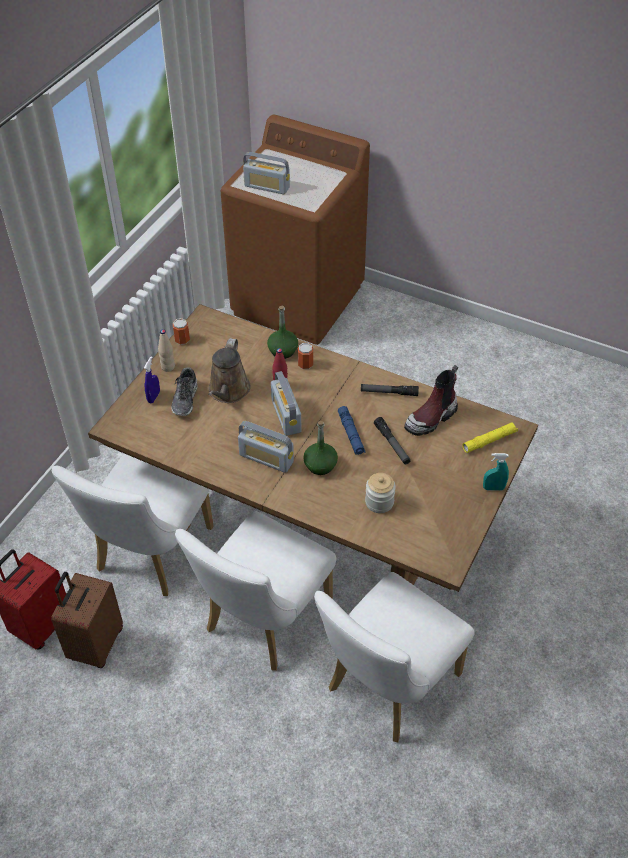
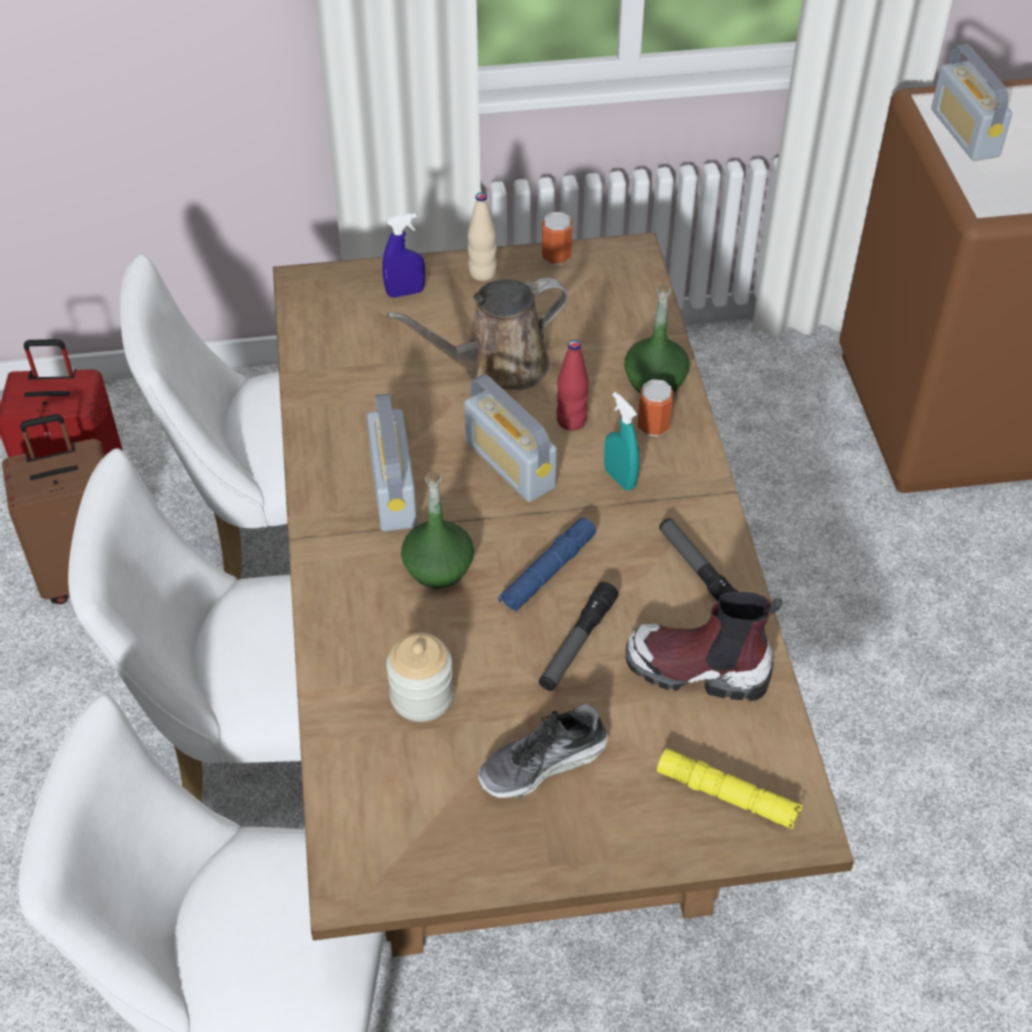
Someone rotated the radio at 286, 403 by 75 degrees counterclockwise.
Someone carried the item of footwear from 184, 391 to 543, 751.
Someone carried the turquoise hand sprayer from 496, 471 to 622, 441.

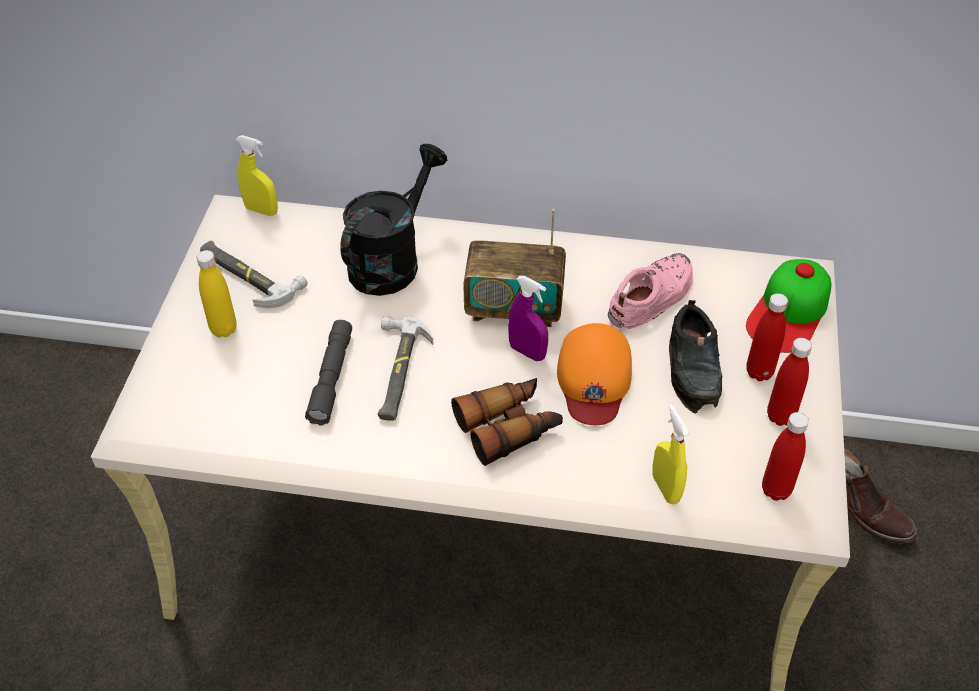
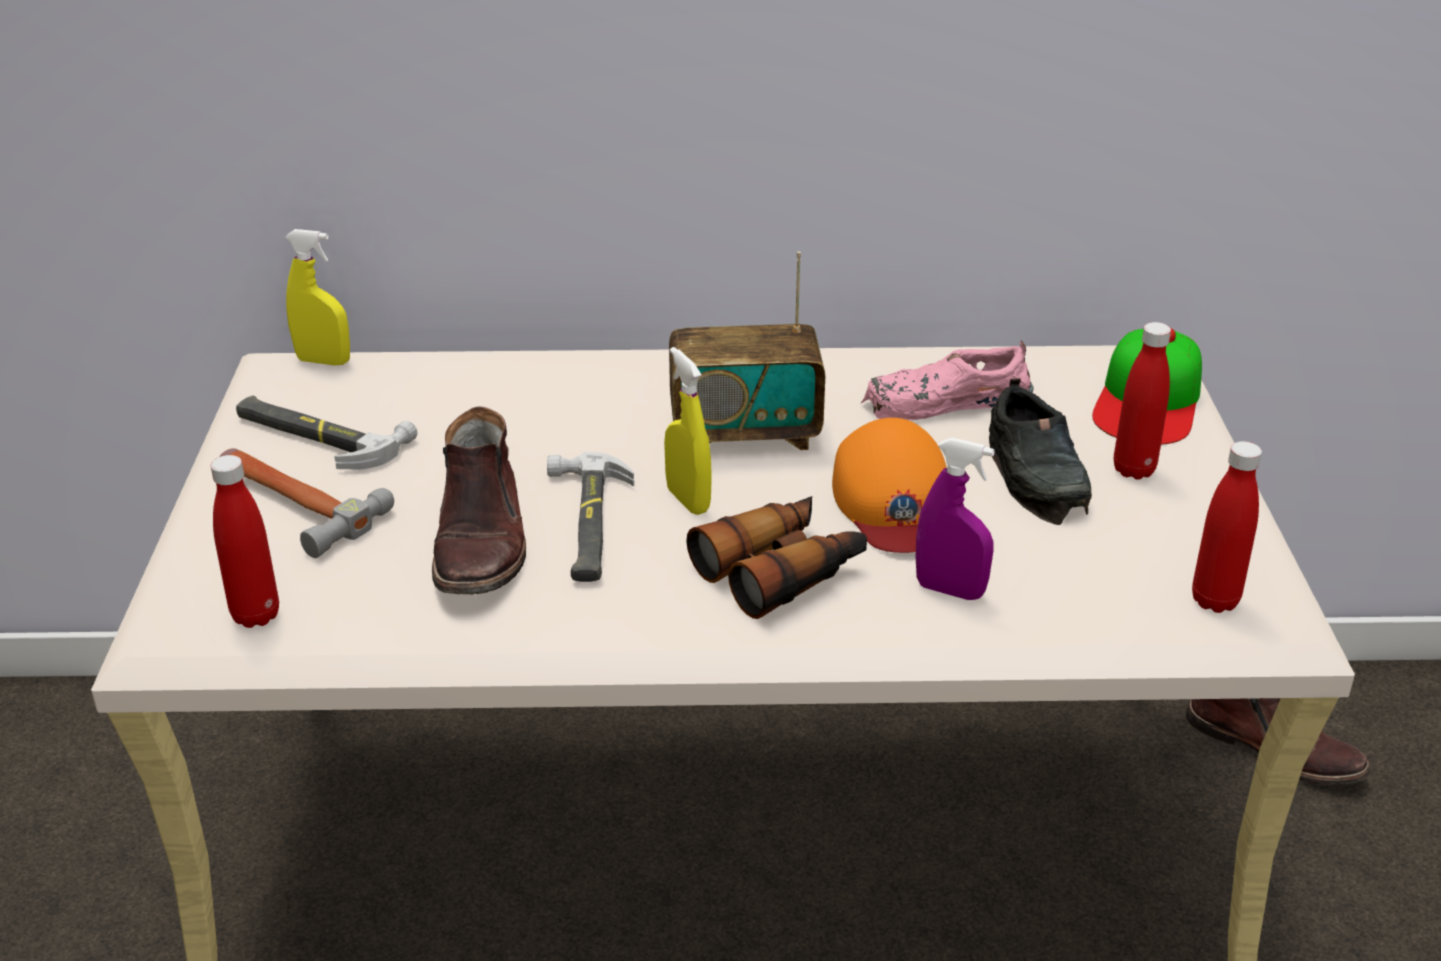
Someone carried the red bottle from 789, 382 to 244, 541.
Someone swapped the yellow bottle at 217, 294 for the hammer at 306, 503.
Someone swapped the gray torch at 328, 372 for the brown-coloured boot at 479, 500.
Someone carried the yellow hand sprayer from 670, 454 to 688, 431.
Someone rotated the pink item of footwear at 650, 291 by 135 degrees counterclockwise.
Someone carried the purple hand sprayer from 528, 318 to 955, 519.
Someone took away the black watering can at 393, 220.

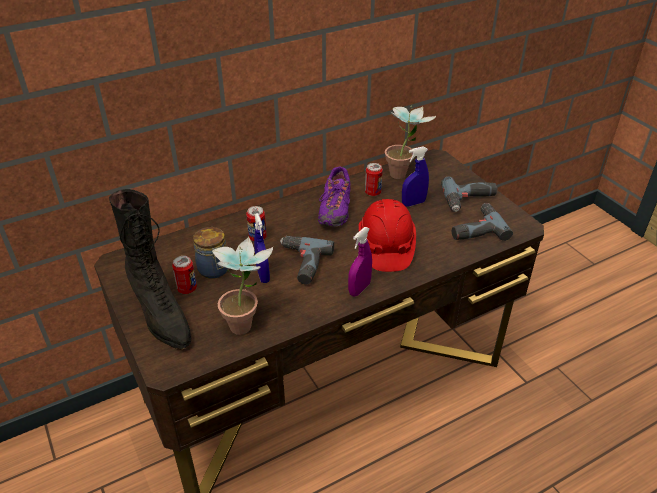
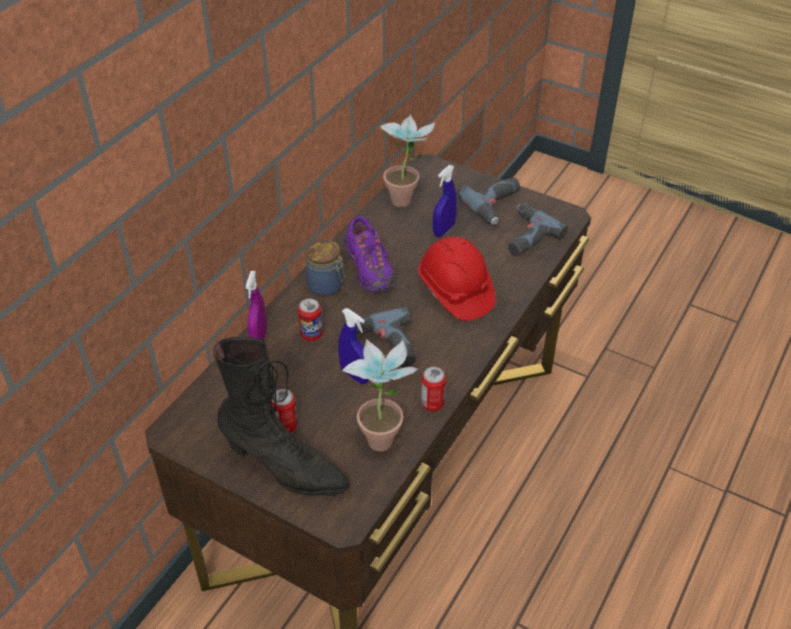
Someone carried the purple hand sprayer from 360, 262 to 256, 306.
Someone carried the jar from 210, 253 to 325, 268.
Someone carried the can from 374, 179 to 433, 389.

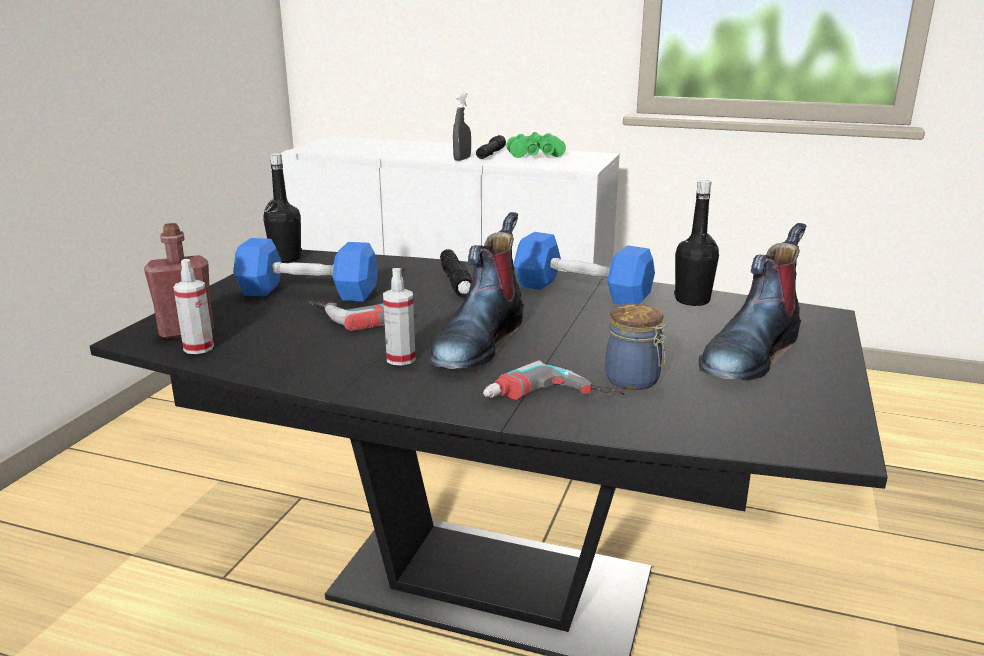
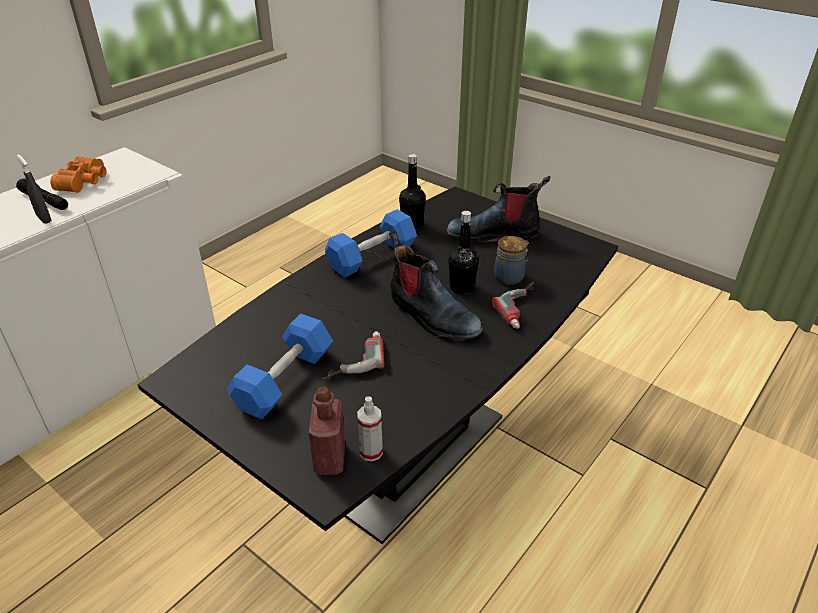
Someone repainted the greenish field glasses at 536, 145, which became the orange-coloured field glasses at 78, 175.
Someone rotated the boot at 752, 302 by 120 degrees clockwise.
Someone carried the black bottle from 282, 207 to 463, 252.
Someone took away the hand sprayer at 399, 317.
Someone took away the black torch at 456, 273.

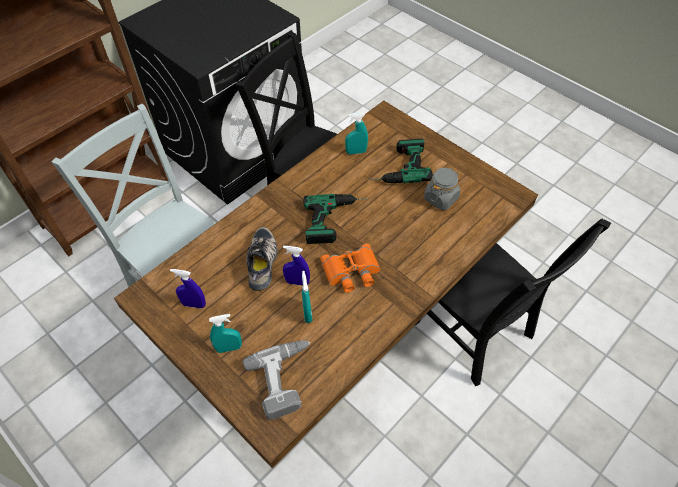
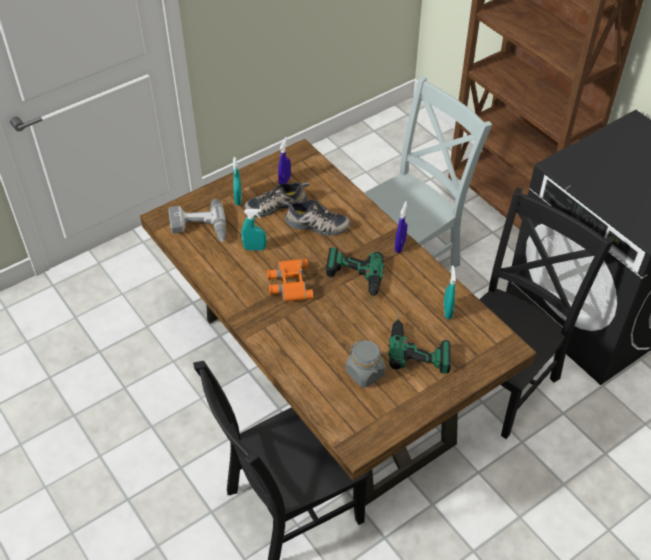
Someone put down the item of footwear at 276, 199.
Someone carried the blue hand sprayer from 296, 266 to 401, 227.

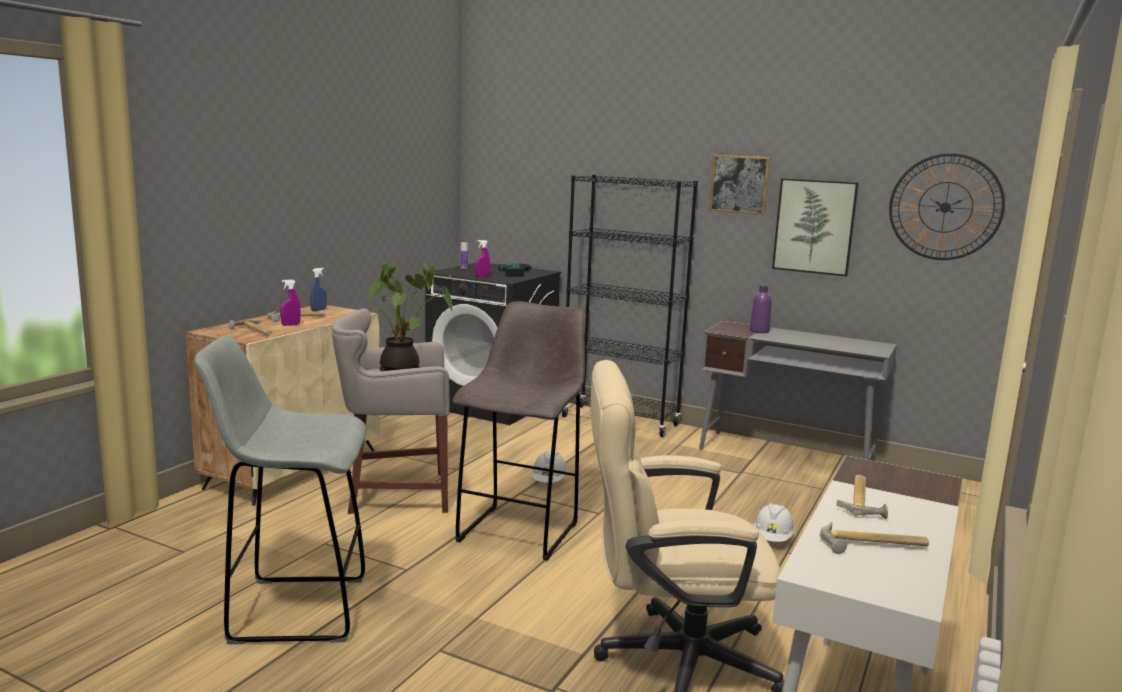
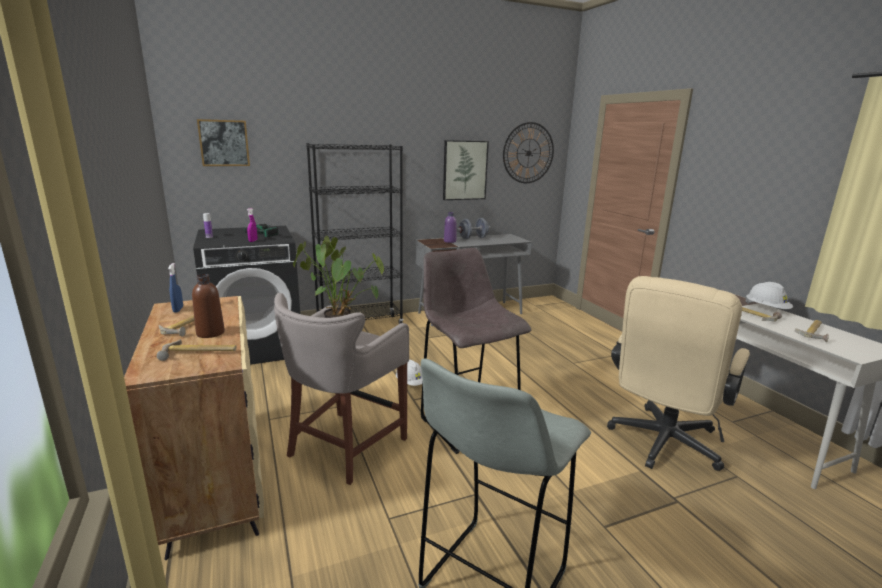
Someone swapped the purple hand sprayer at 290, 302 for the brown-coloured bottle at 208, 306.
Someone carried the wall art from 739, 185 to 223, 142.
Someone put down the gray hand weight at 473, 228.
Someone carried the whitish safety helmet from 774, 522 to 769, 295.

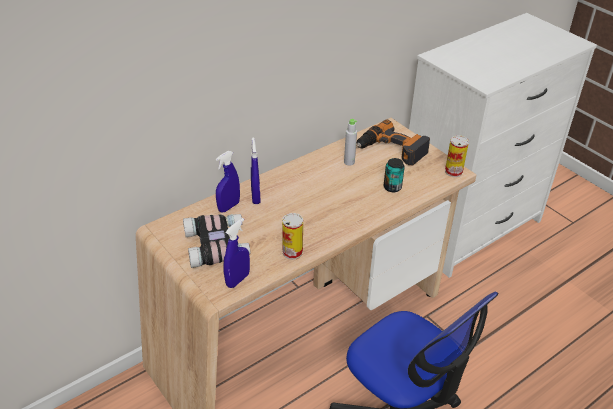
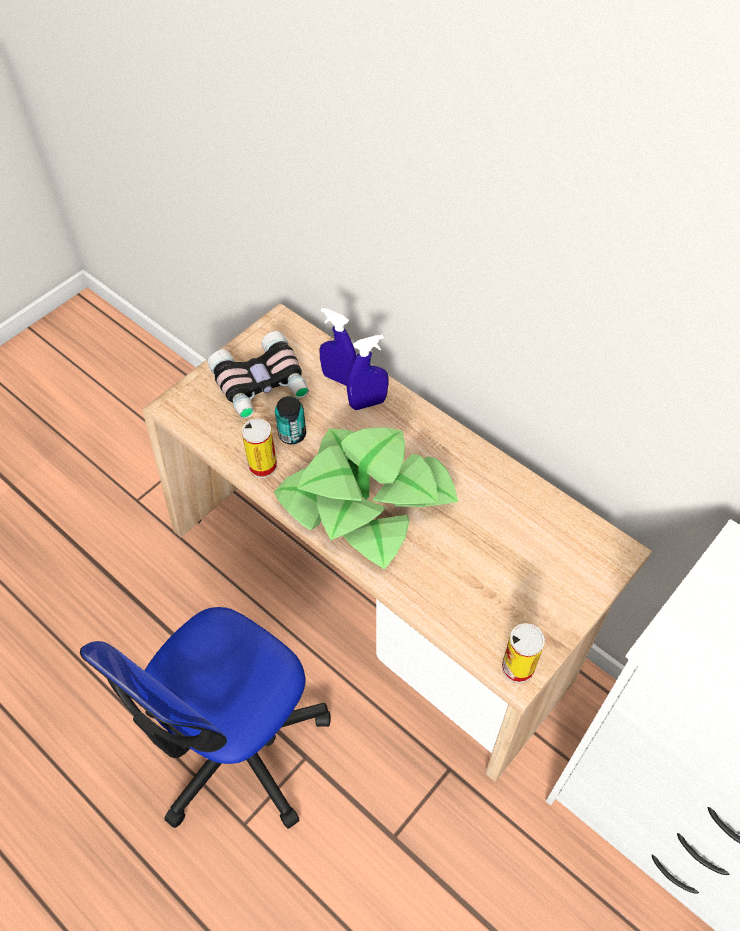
Someone put down the plant in a pot at 366, 498.
Someone carried the can from 394, 175 to 290, 420.
Someone took away the blue hand sprayer at 236, 253.
Someone took away the gray bottle at 350, 142.
Someone took away the power drill at 393, 142.

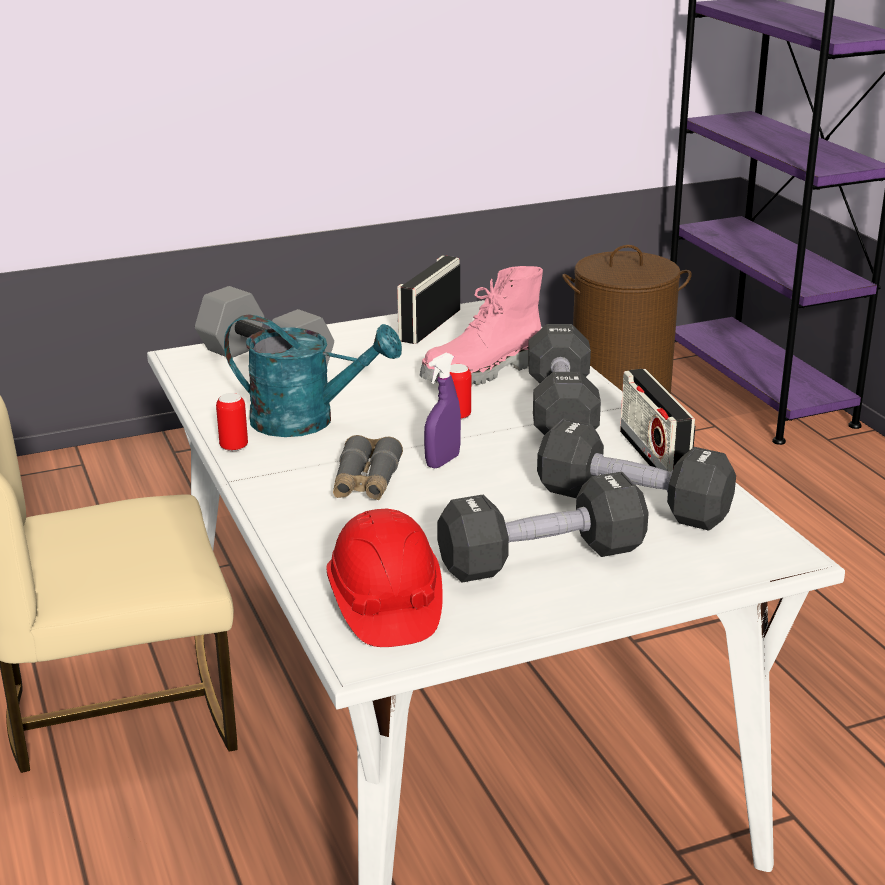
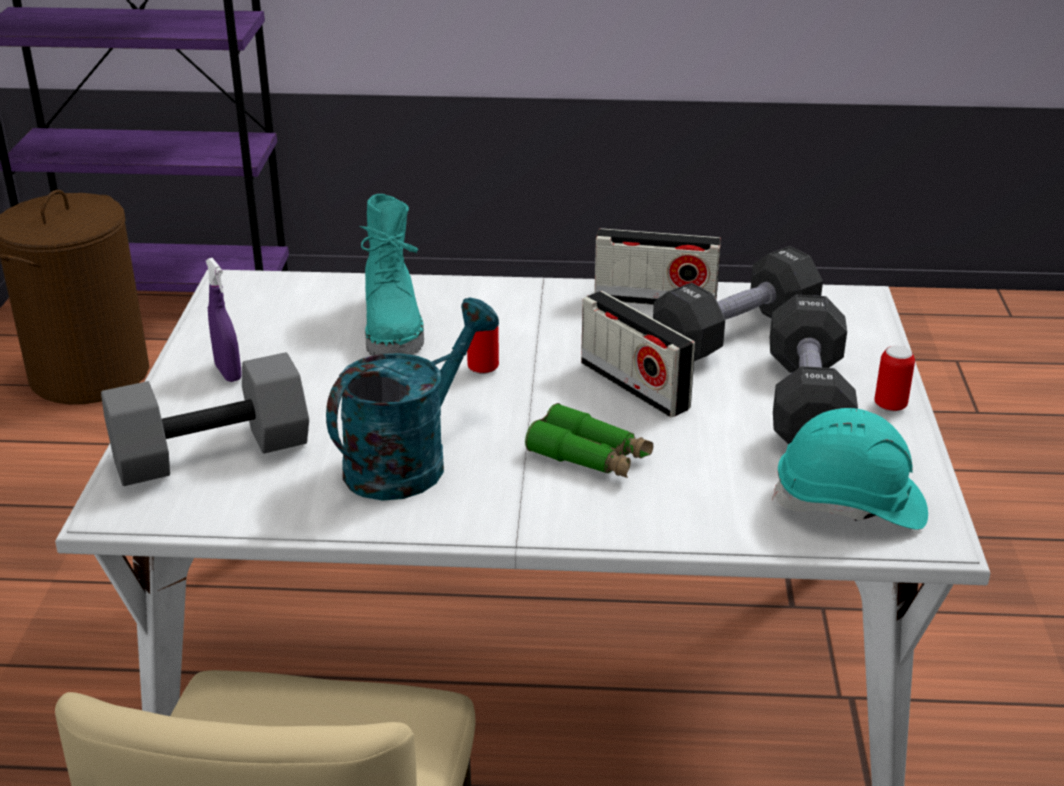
Someone carried the purple hand sprayer from 442, 410 to 224, 320.
Someone repainted the pink boot at 481, 326, which became the turquoise boot at 392, 275.
Someone repainted the gray field glasses at 368, 467, which became the greenish field glasses at 589, 440.
Someone carried the radio from 428, 299 to 638, 354.
Someone repainted the red safety helmet at 385, 578, which became the turquoise safety helmet at 850, 469.
Someone carried the can from 232, 422 to 895, 379.
Someone took away the black hand weight at 564, 379.

